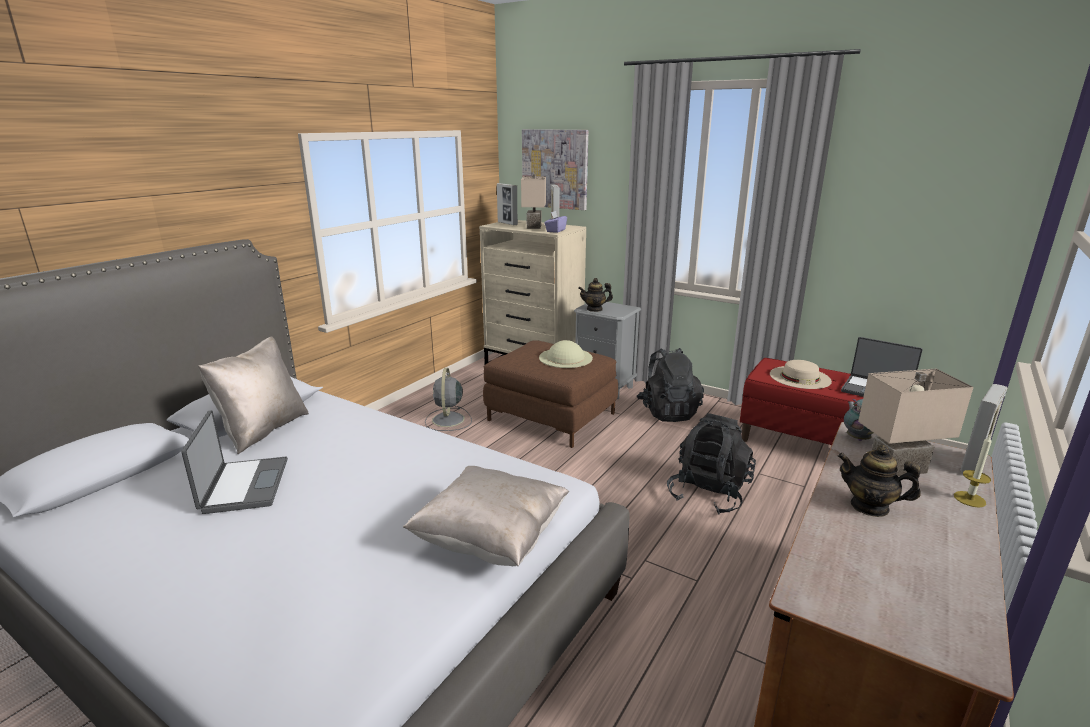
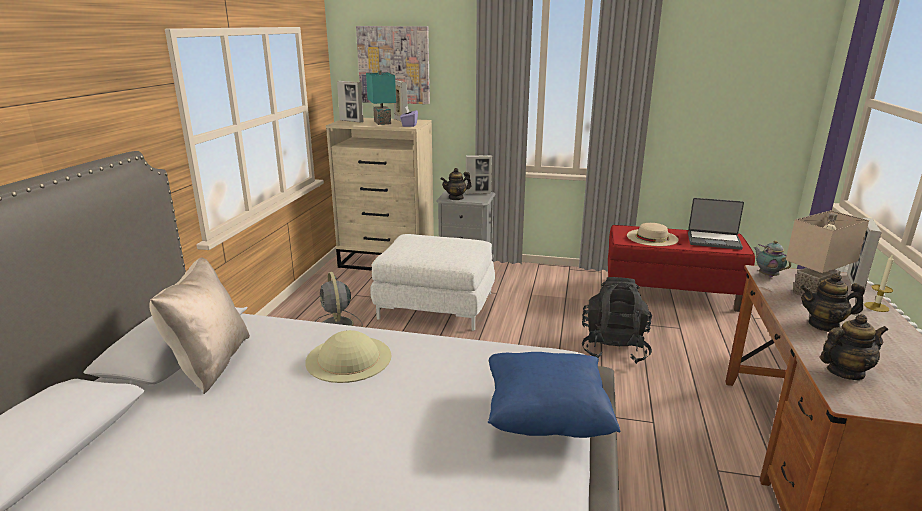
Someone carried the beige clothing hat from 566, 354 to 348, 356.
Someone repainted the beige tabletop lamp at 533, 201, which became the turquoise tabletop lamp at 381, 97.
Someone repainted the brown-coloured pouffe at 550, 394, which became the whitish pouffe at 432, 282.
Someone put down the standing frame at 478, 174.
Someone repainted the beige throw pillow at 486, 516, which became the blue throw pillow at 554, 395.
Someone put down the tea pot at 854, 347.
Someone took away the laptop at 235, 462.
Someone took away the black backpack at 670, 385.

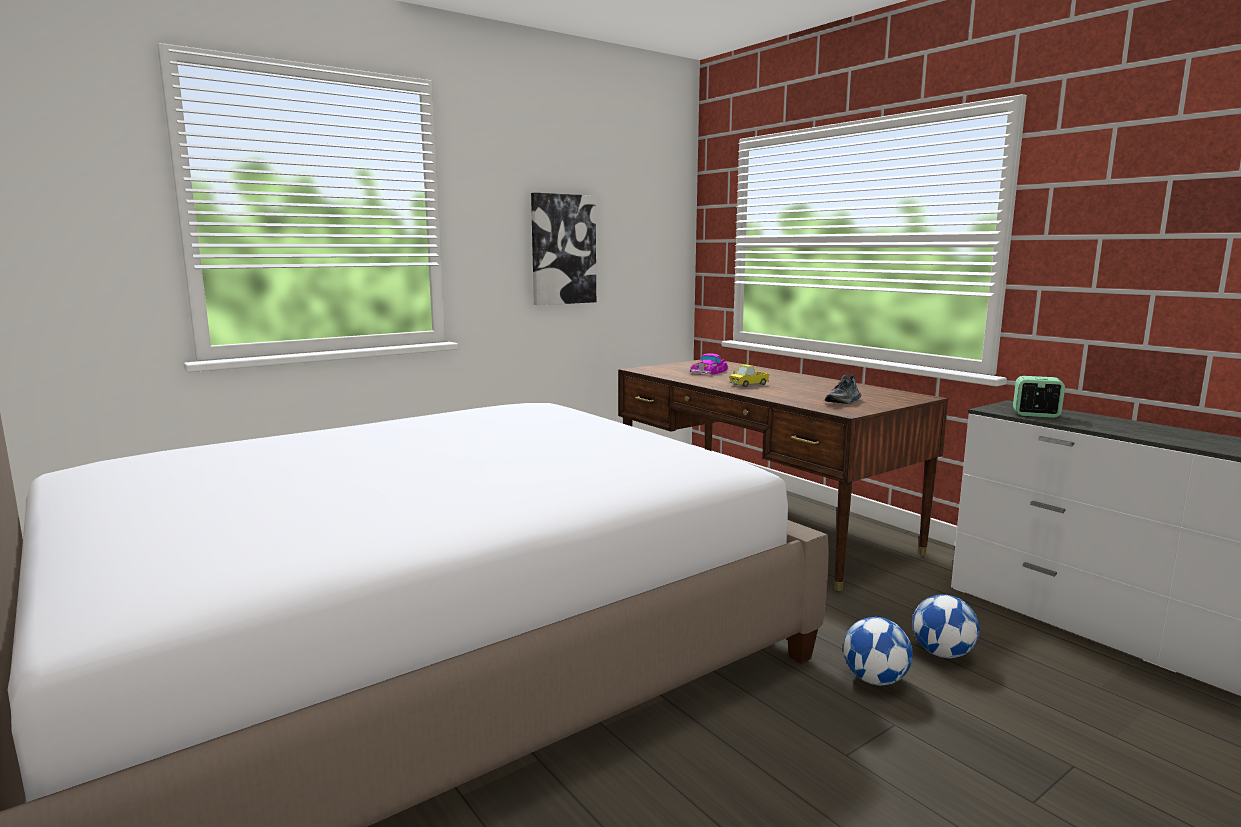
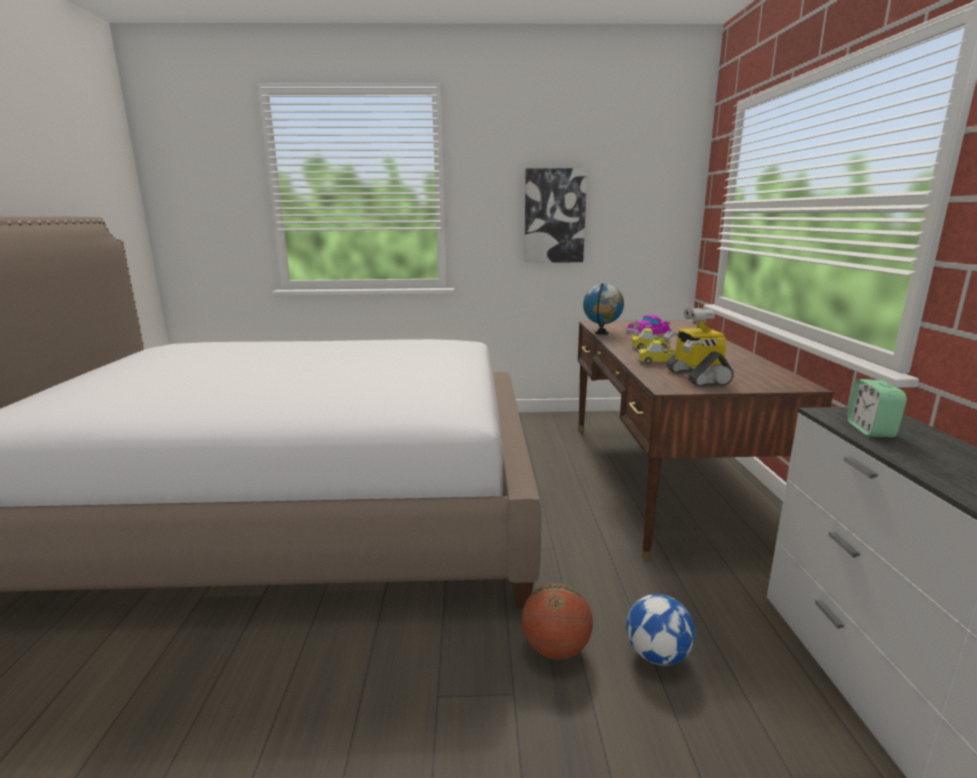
Someone swapped the football ball at 878, 651 for the basketball at 557, 621.
Someone put down the world globe at 603, 309.
Someone put down the toy lorry at 659, 352.
Someone swapped the item of footwear at 843, 389 for the toy robot at 699, 347.
Someone rotated the alarm clock at 1039, 397 by 135 degrees counterclockwise.

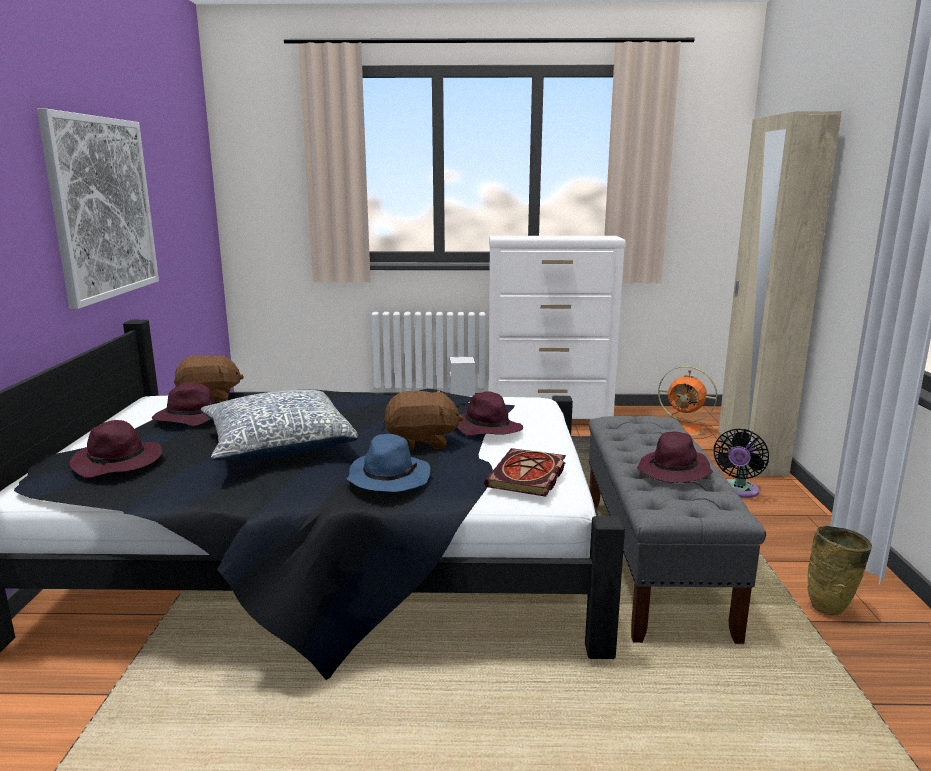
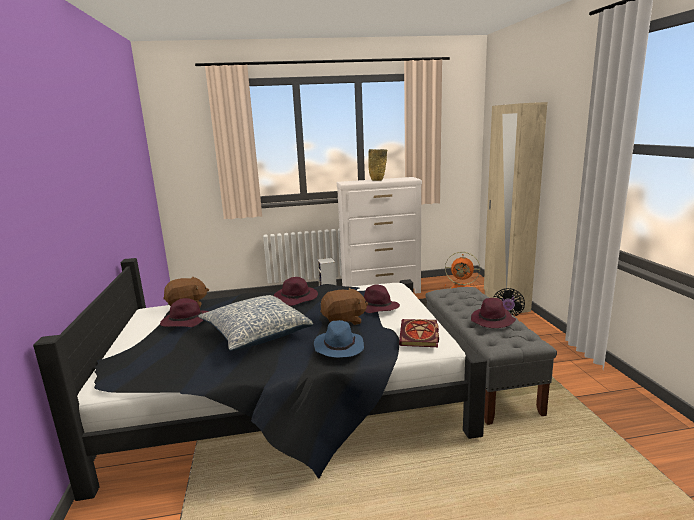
Someone carried the purple clothing hat from 116, 449 to 296, 291.
Someone carried the beige flower vase from 839, 571 to 377, 165.
Someone took away the wall art at 98, 209.

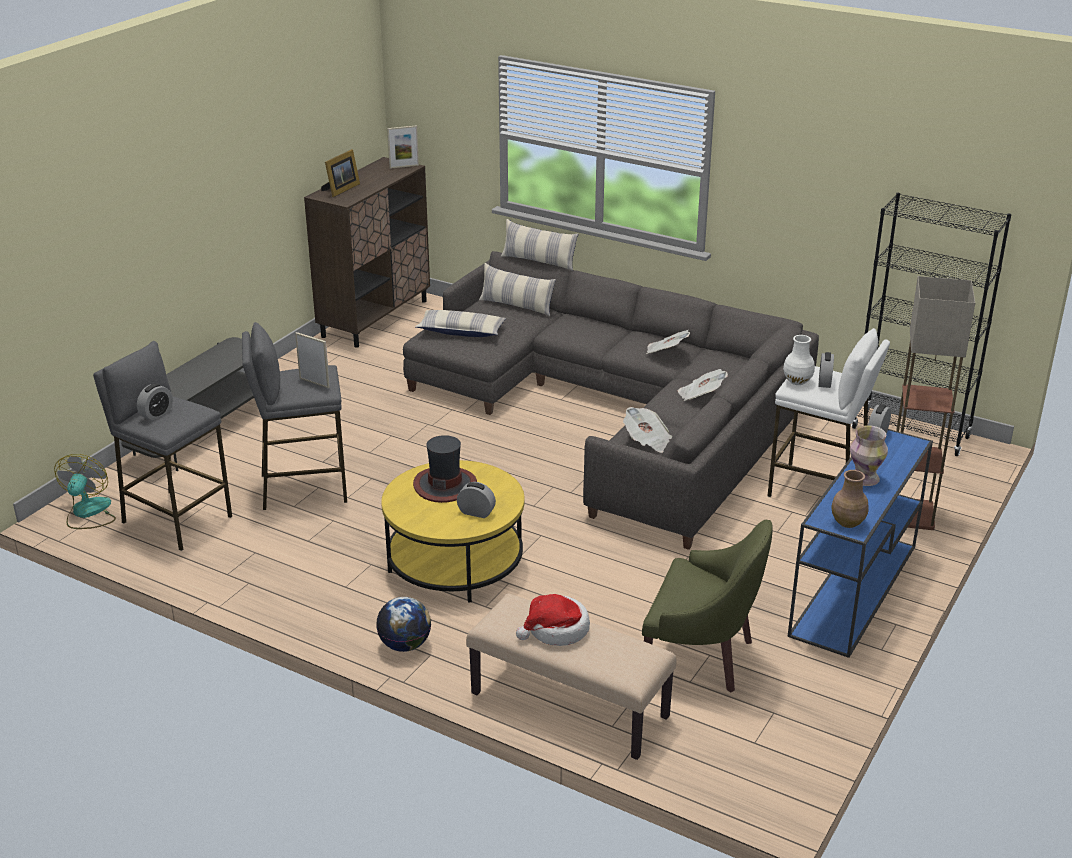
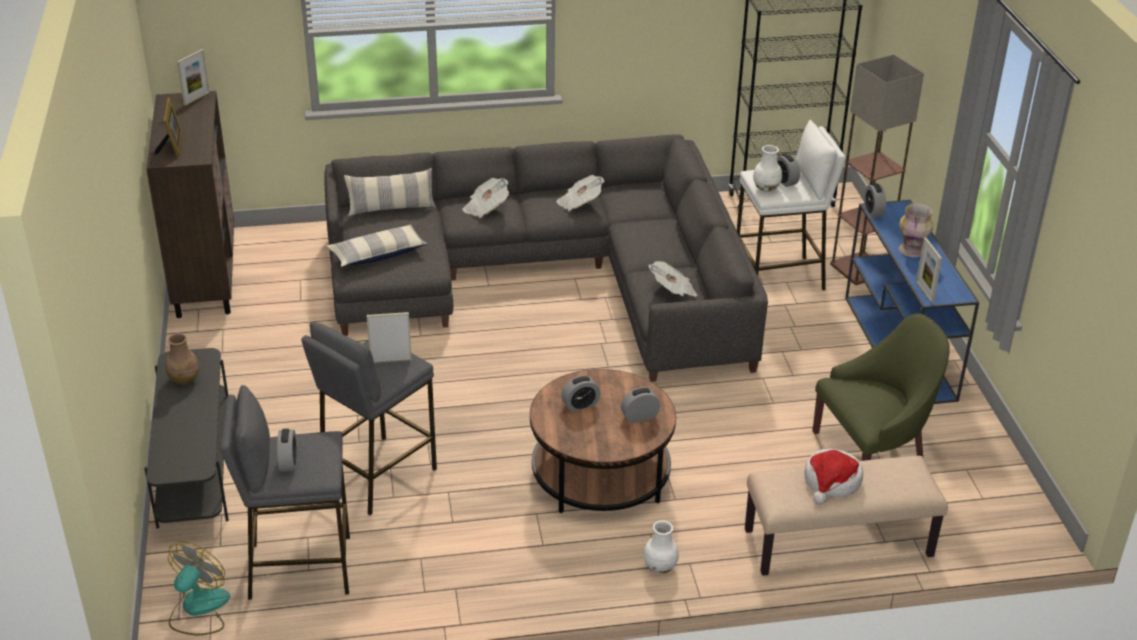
Someone carried the brown-coloured flower vase from 850, 499 to 182, 359.
Someone rotated the cooling fan at 85, 491 by 60 degrees clockwise.
Someone carried the daily paper from 703, 385 to 486, 198.
Someone repainted the yellow coffee table at 452, 531, which became the brown-coloured coffee table at 603, 441.
Someone swapped the clothing hat at 445, 469 for the alarm clock at 580, 393.
Someone swapped the world globe at 403, 624 for the whitish flower vase at 661, 547.
Someone put down the standing frame at 929, 270.
Someone took away the throw pillow at 539, 245.

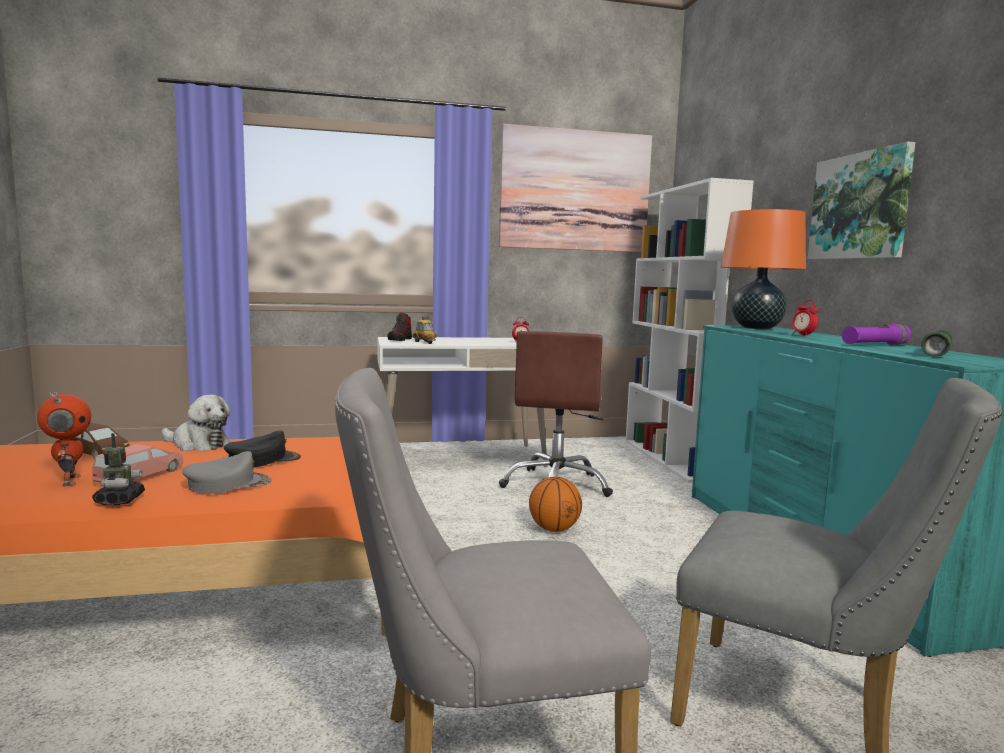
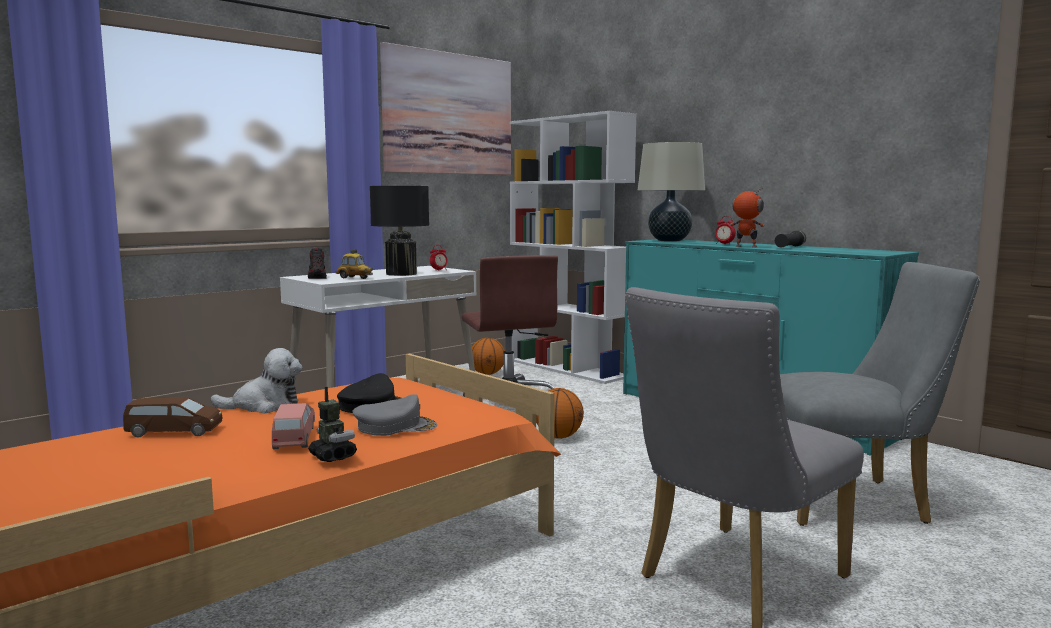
Someone rotated the gray baseball cap at 227, 472 by 45 degrees clockwise.
Someone put down the black tabletop lamp at 399, 231.
Someone put down the basketball at 488, 356.
Someone repainted the orange-coloured tabletop lamp at 763, 269, which became the beige tabletop lamp at 671, 192.
Someone carried the toy robot from 64, 439 to 747, 217.
Someone repainted the purple torch at 876, 334, which became the black torch at 790, 239.
Someone took away the wall art at 861, 200.
Someone took away the greenish torch at 936, 343.

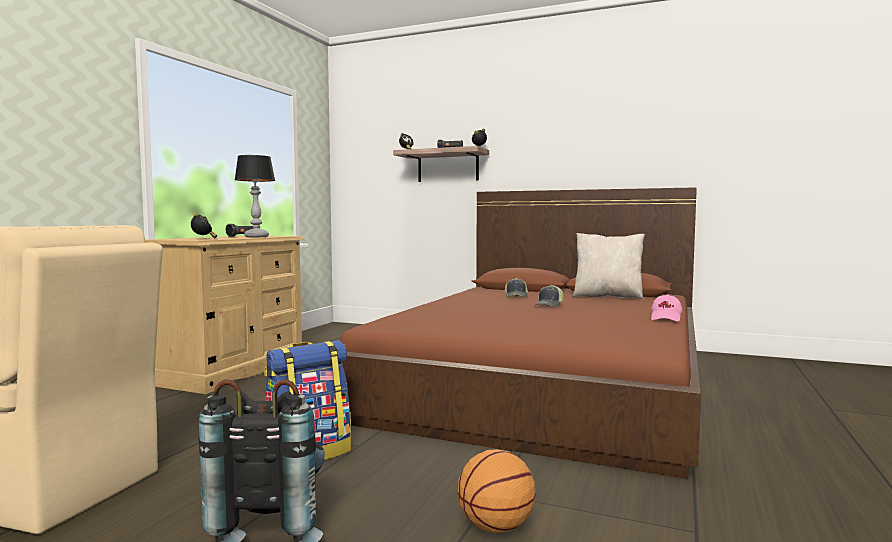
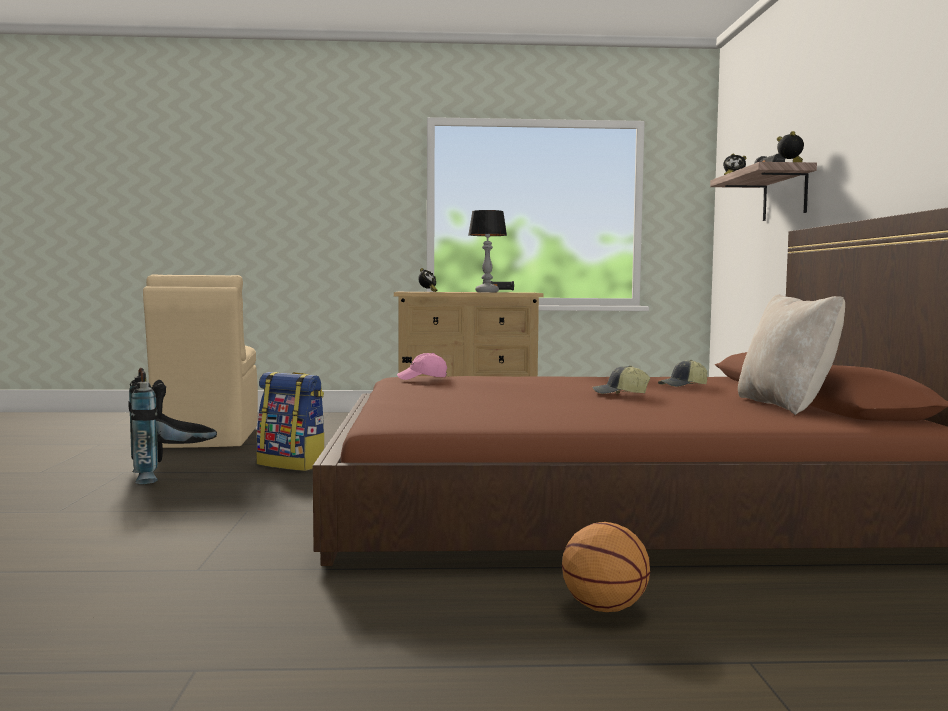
Someone carried the pink baseball cap from 666, 307 to 422, 366.
Someone carried the basketball from 497, 491 to 606, 567.

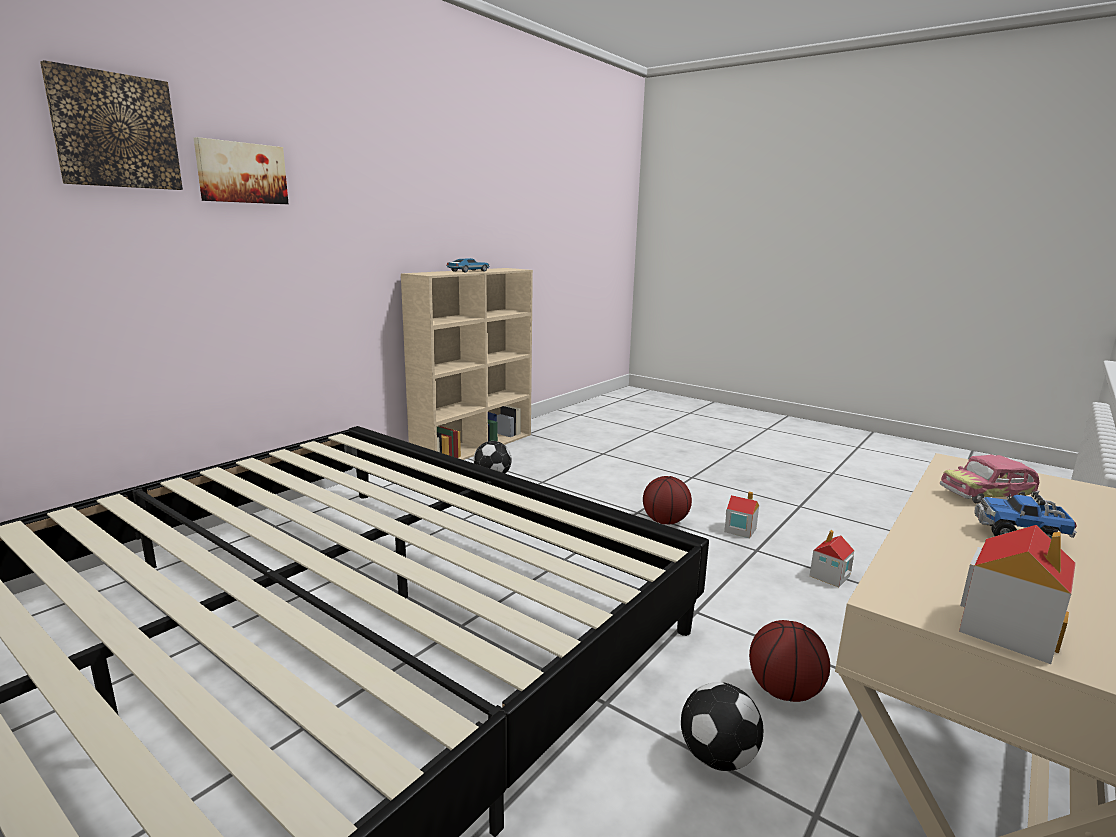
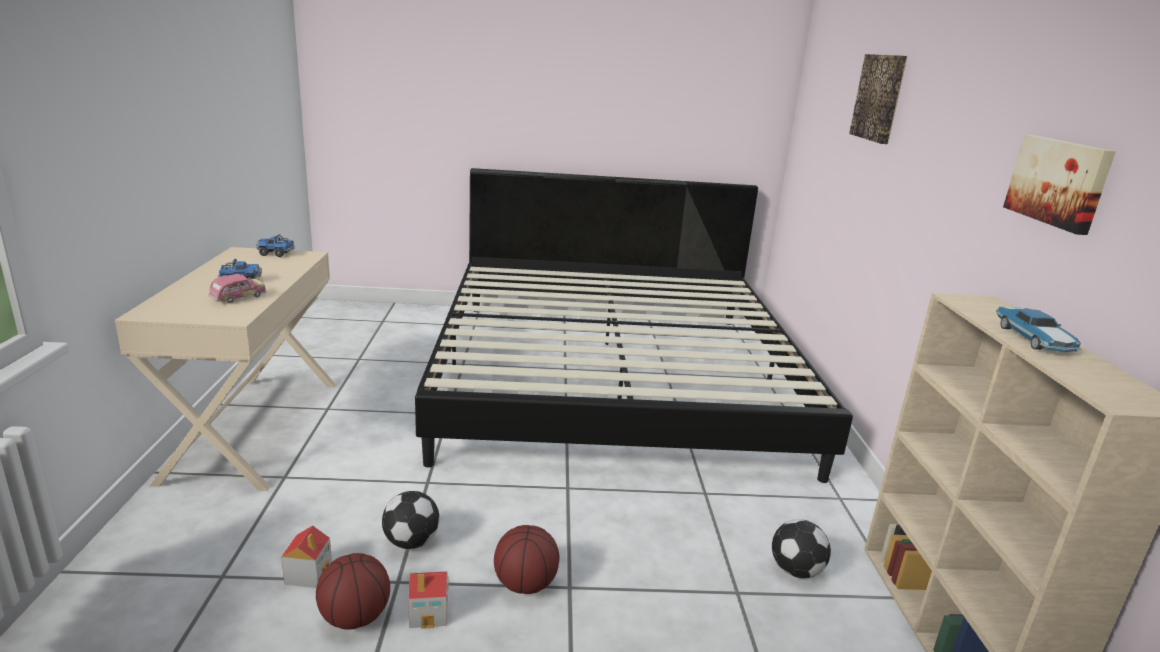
Someone swapped the model house at 1017, 594 for the toy lorry at 275, 245.
Someone carried the basketball from 789, 661 to 353, 591.
Someone carried the football ball from 722, 726 to 411, 520.
Someone carried the wall art from 241, 170 to 1059, 185.

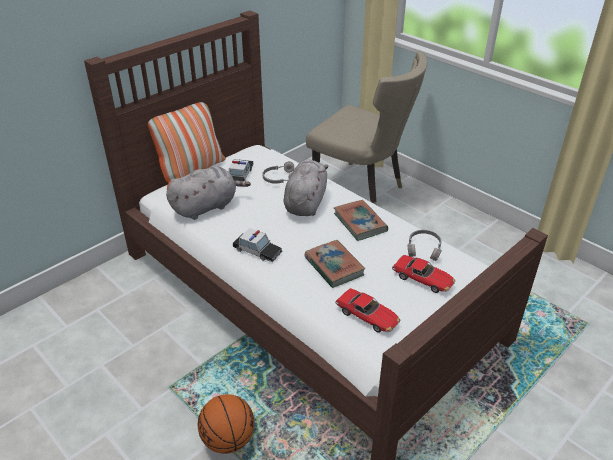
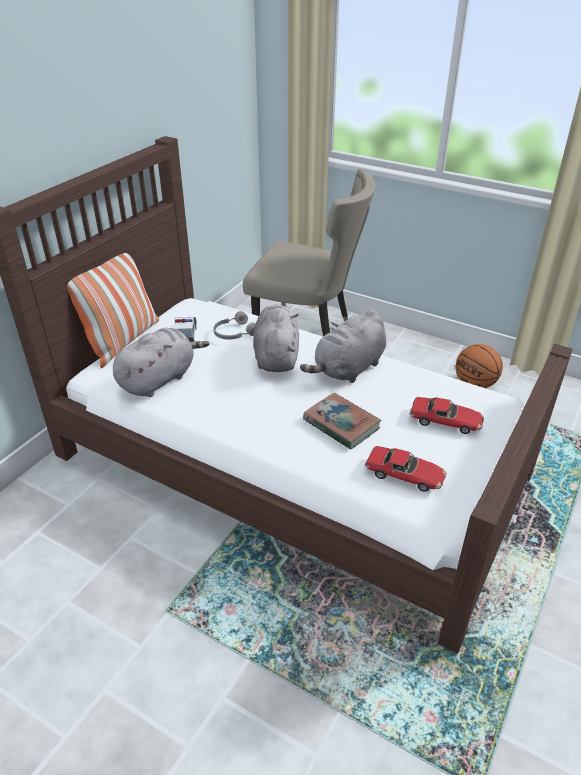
Someone swapped the book at 361, 220 for the gray soft toy at 343, 346.
Someone carried the basketball from 226, 424 to 479, 366.
Someone took away the model car at 257, 245.
Someone took away the gray headset at 425, 245.

